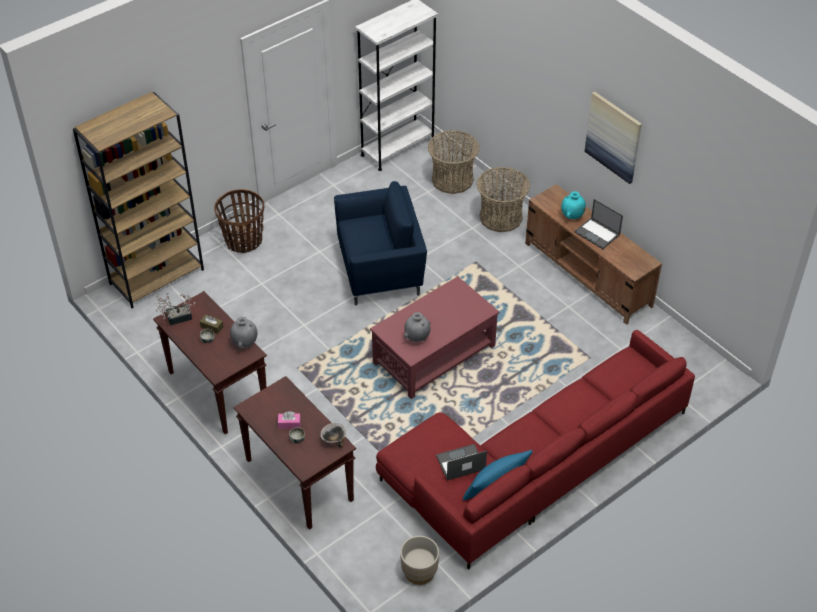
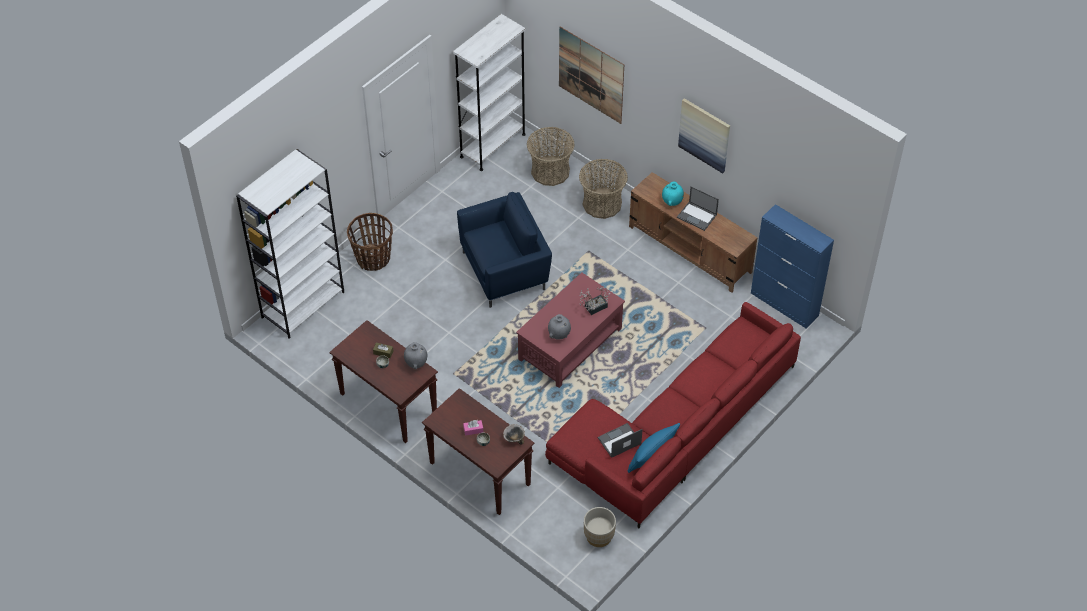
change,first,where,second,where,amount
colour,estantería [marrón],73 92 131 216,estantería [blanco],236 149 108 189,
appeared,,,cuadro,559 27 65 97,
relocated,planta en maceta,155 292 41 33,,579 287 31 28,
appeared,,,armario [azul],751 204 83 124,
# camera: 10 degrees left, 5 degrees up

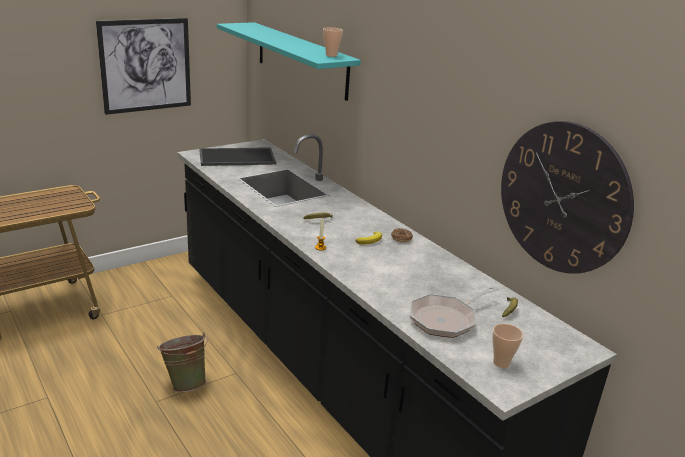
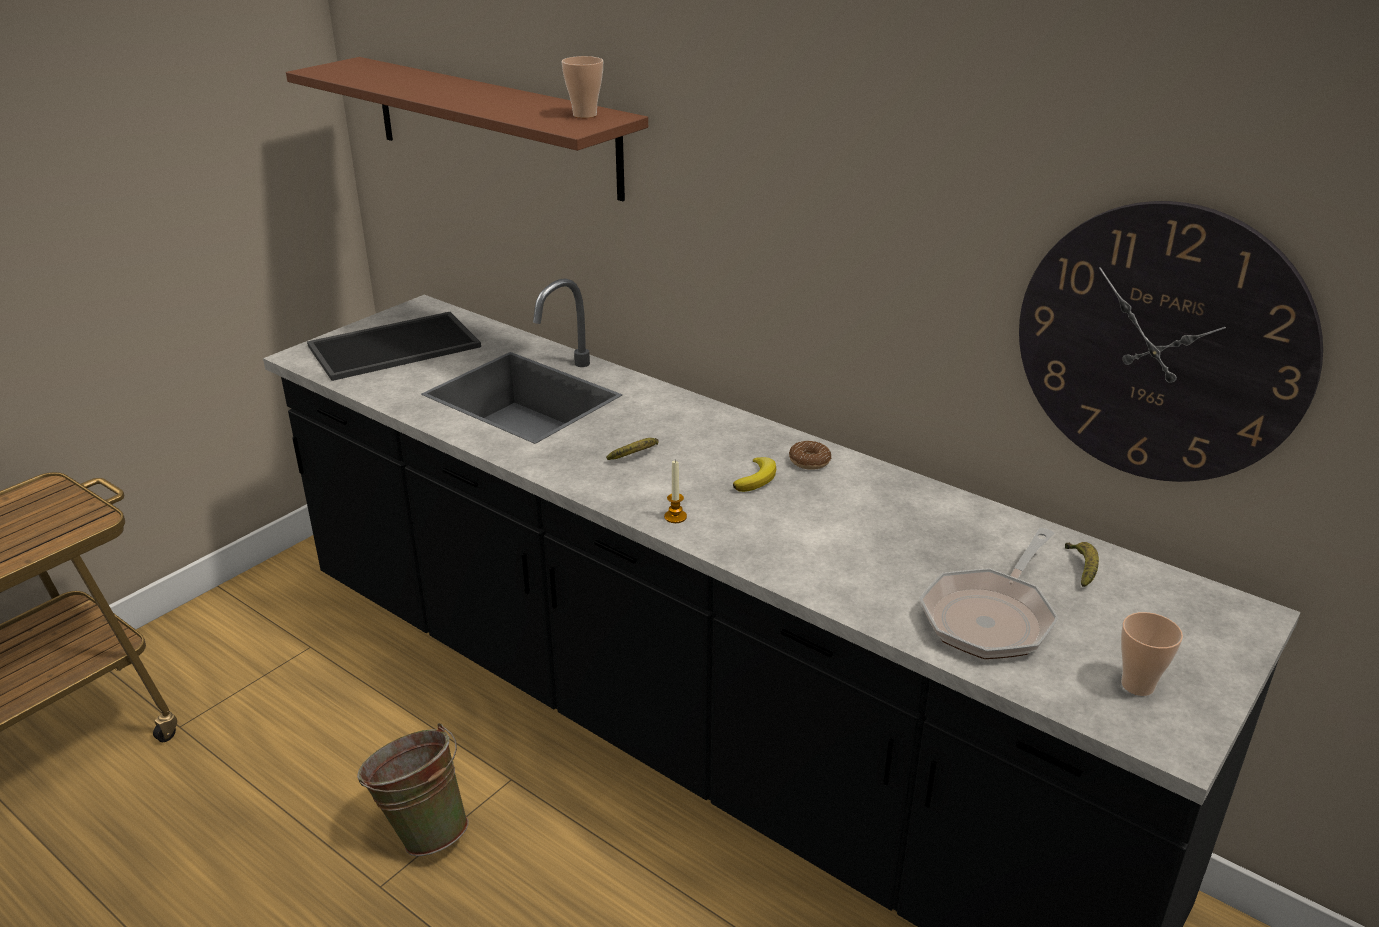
change,first,where,second,where,amount
colour,estante [turquesa],217 22 144 79,estante [marrón],286 57 362 144,
missing,cuadro,96 18 95 97,,,
# camera: 15 degrees left, 5 degrees up

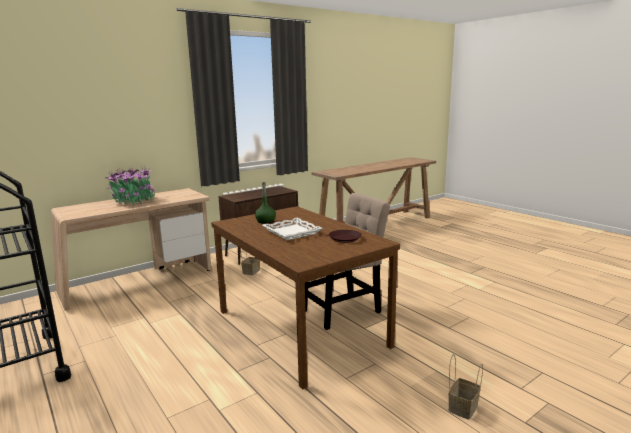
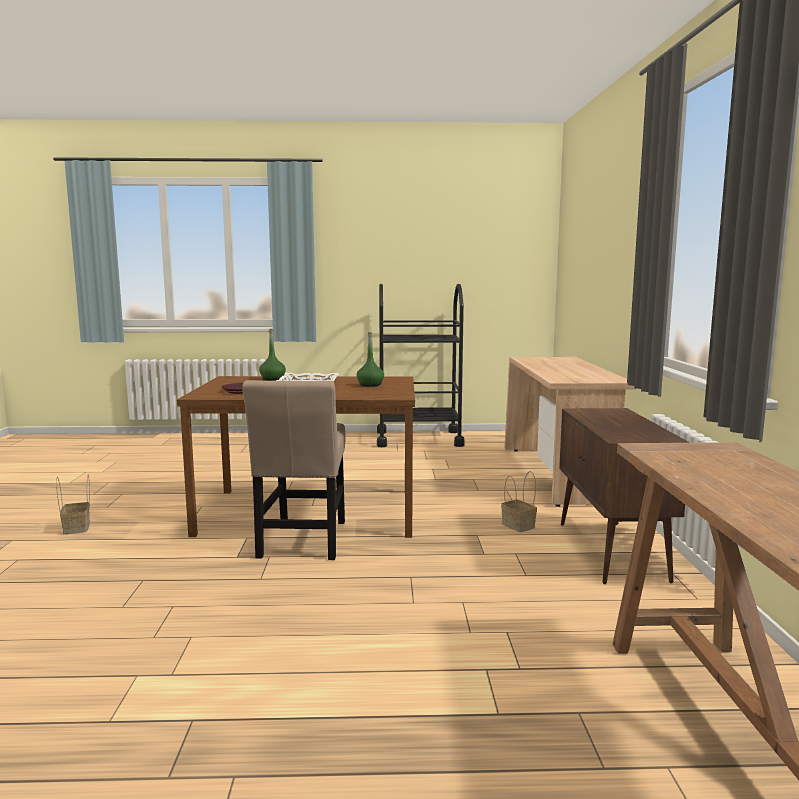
change,first,where,second,where,amount
appeared,,,botella [verde],259 329 27 51,
missing,planta en maceta,105 166 51 39,,,
# camera: 125 degrees right, 5 degrees down

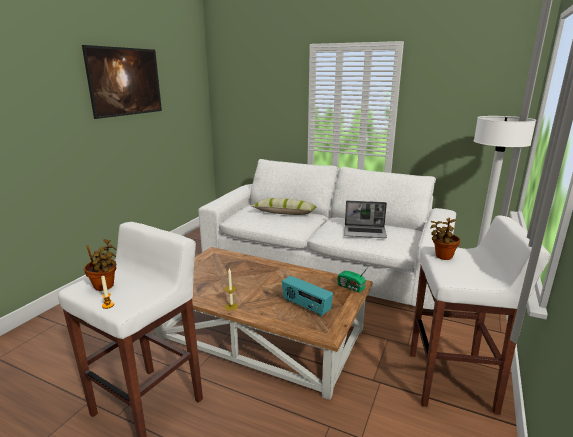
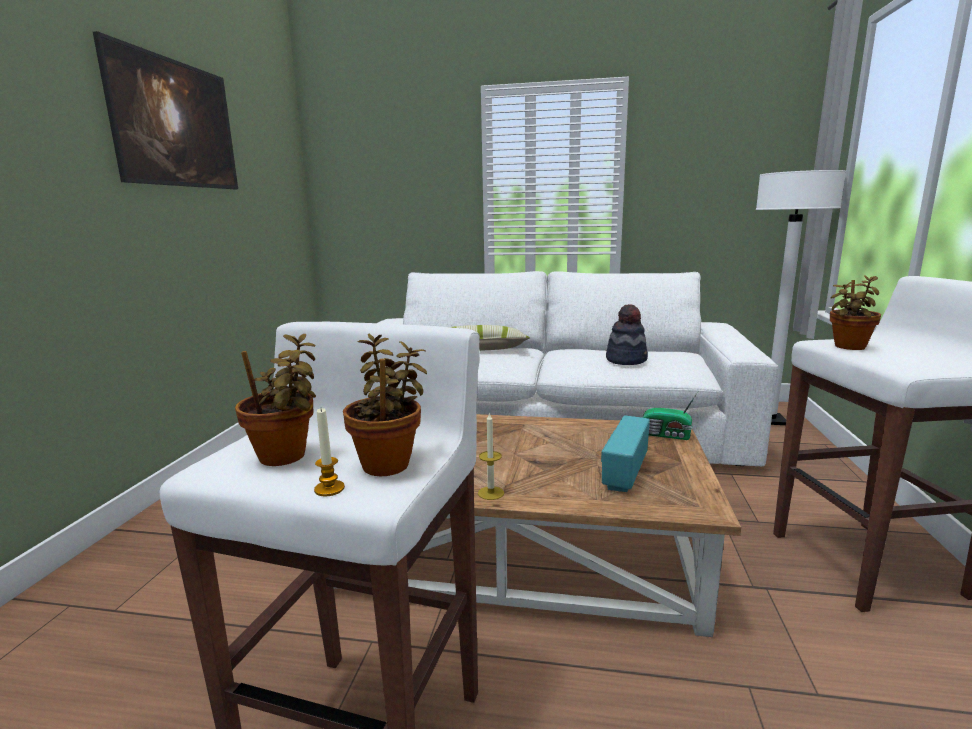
change,first,where,second,where,amount
appeared,,,planta en maceta,343 333 84 143,
spun,radio,282 276 51 41,,601 415 49 77,90 degrees clockwise
exchanged,portátil,345 201 42 37,sombrero,606 304 42 61,
# camera: 15 degrees left, 5 degrees down

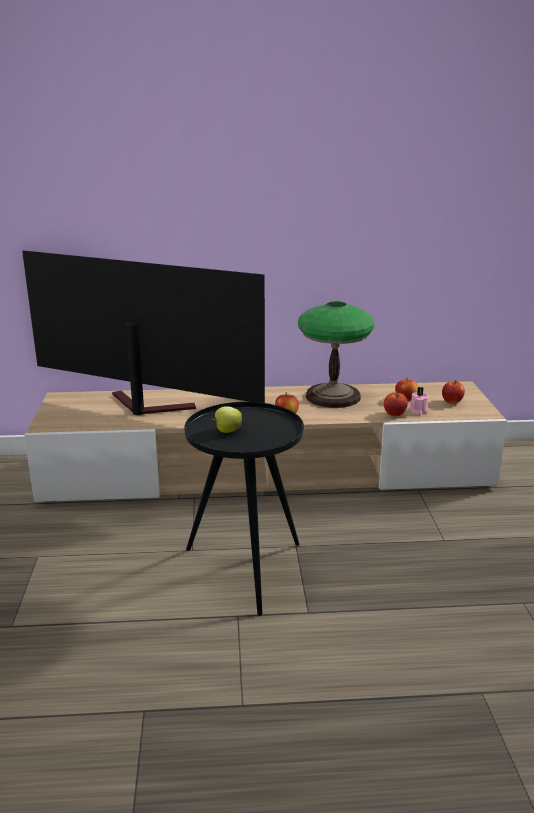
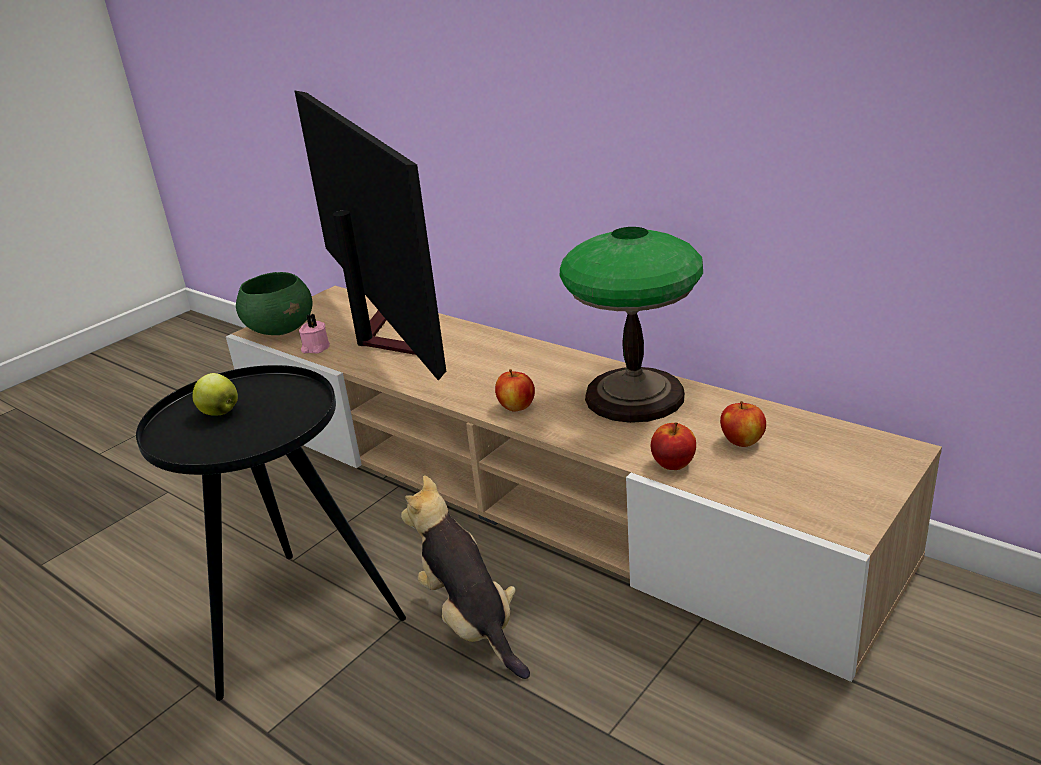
change,first,where,second,where,amount
appeared,,,cuenco [verde],236 272 76 63,
relocated,vela [rosa],409 387 20 28,,299 314 31 40,
appeared,,,peluche,401 475 129 204,
missing,manzana,442 380 23 24,,,
# camera: 45 degrees right, 5 degrees up

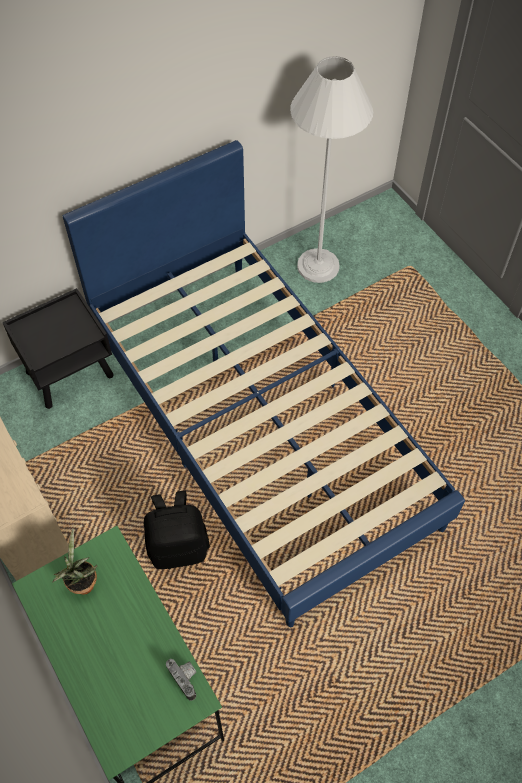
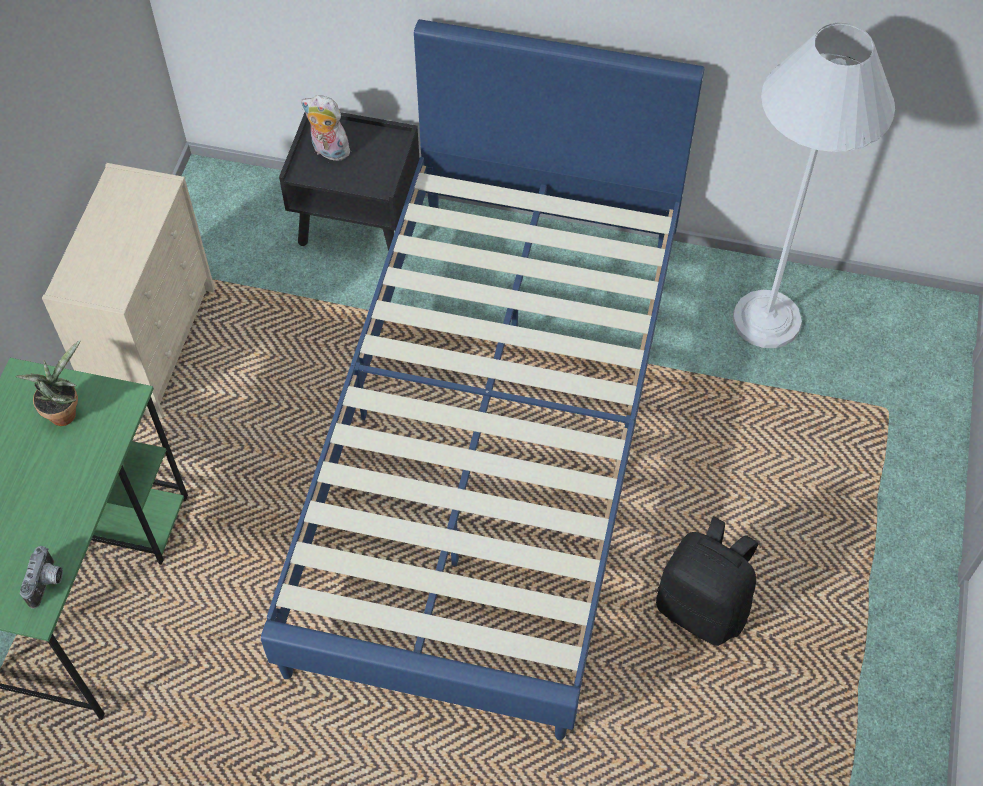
change,first,where,second,where,amount
appeared,,,peluche,301 95 49 66,
relocated,mochila [negro],144 491 66 78,,656 517 102 129,
# camera: 45 degrees right, 0 degrees up

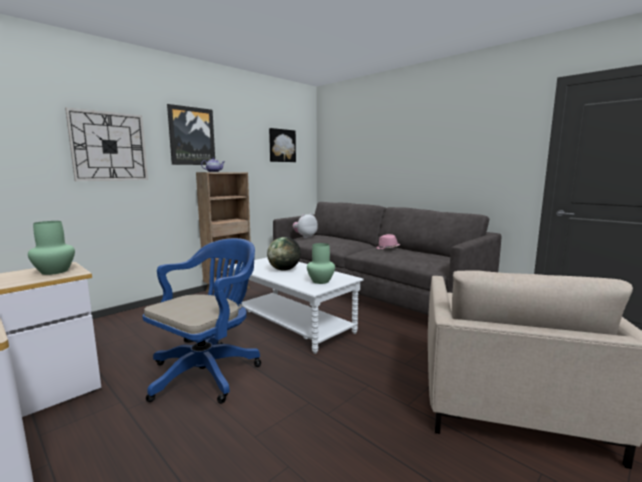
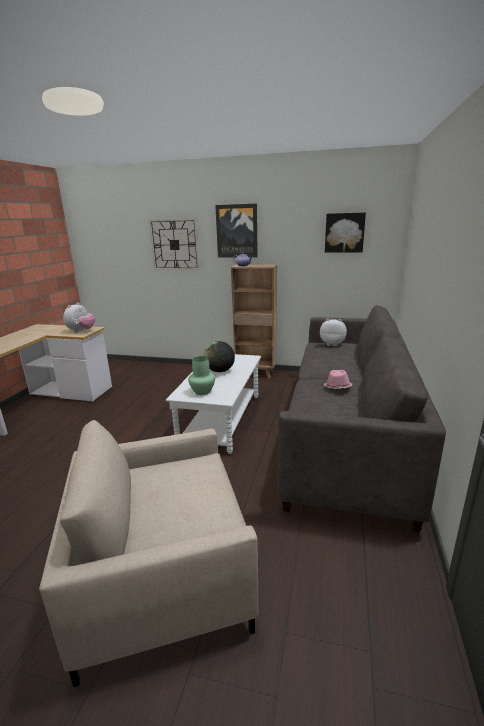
change,first,where,second,where,amount
exchanged,florero [verde],28 221 47 54,peluche,63 303 32 29,
missing,silla de oficina [azul],142 238 119 166,,,
# camera: 60 degrees right, 10 degrees up

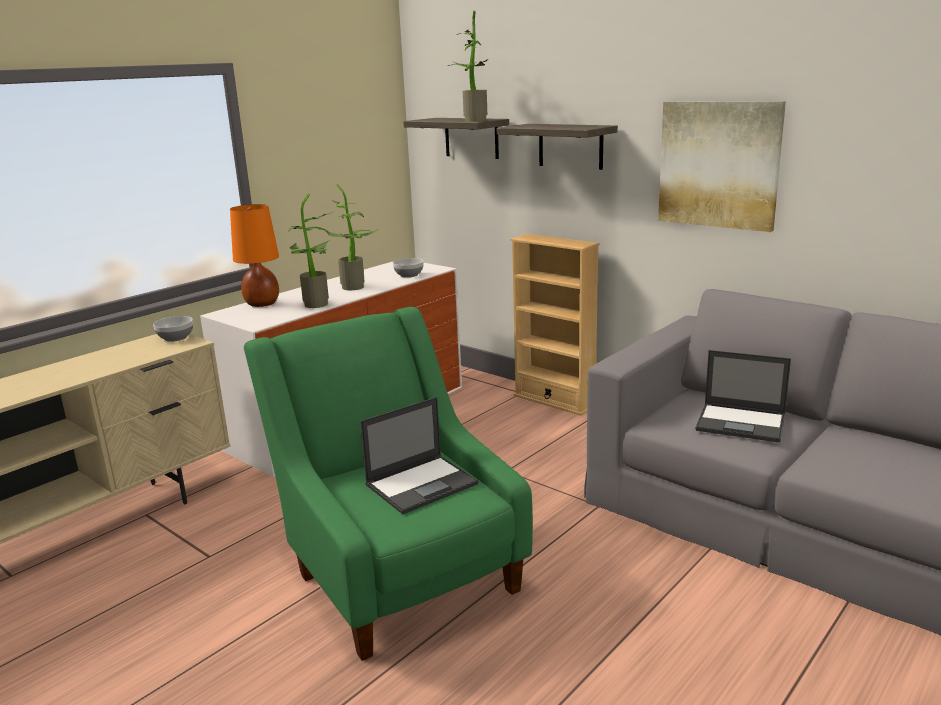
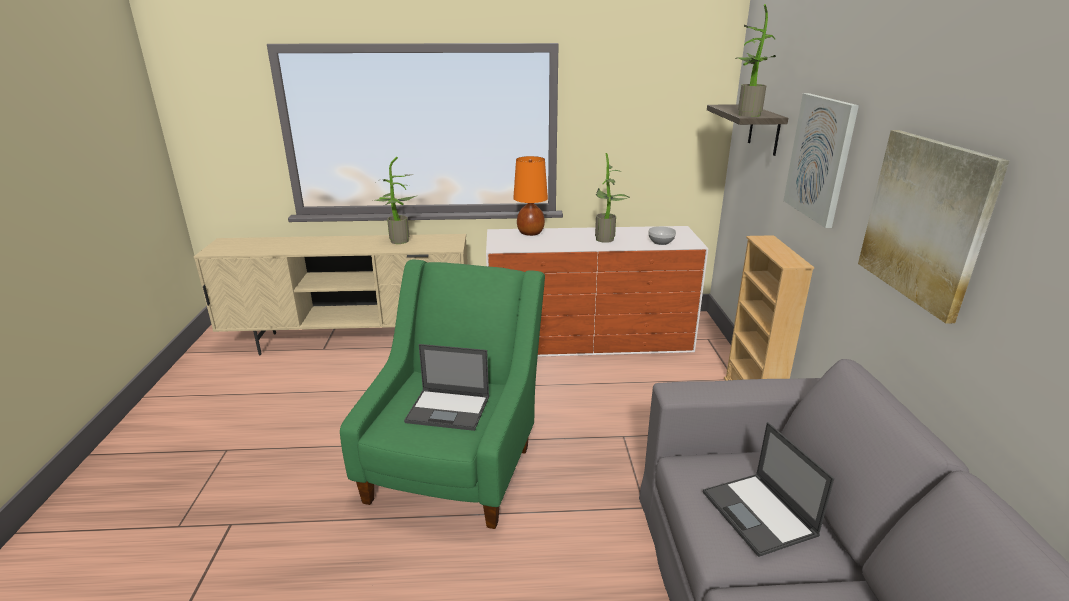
change,first,where,second,where,amount
relocated,planta en maceta,289 194 45 114,,375 157 43 87,
exchanged,estante,497 124 121 46,cuadro,783 93 76 135,
missing,cuenco,153 316 40 26,,,
# camera: 45 degrees right, 5 degrees up

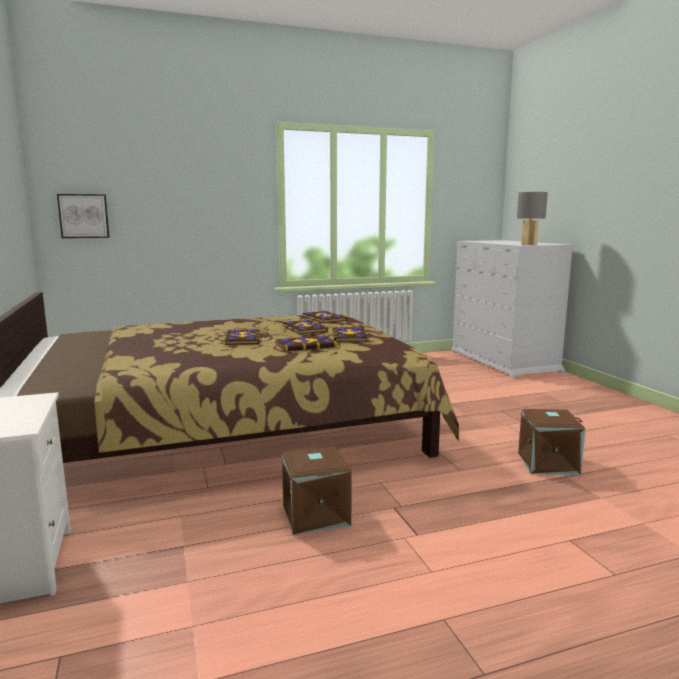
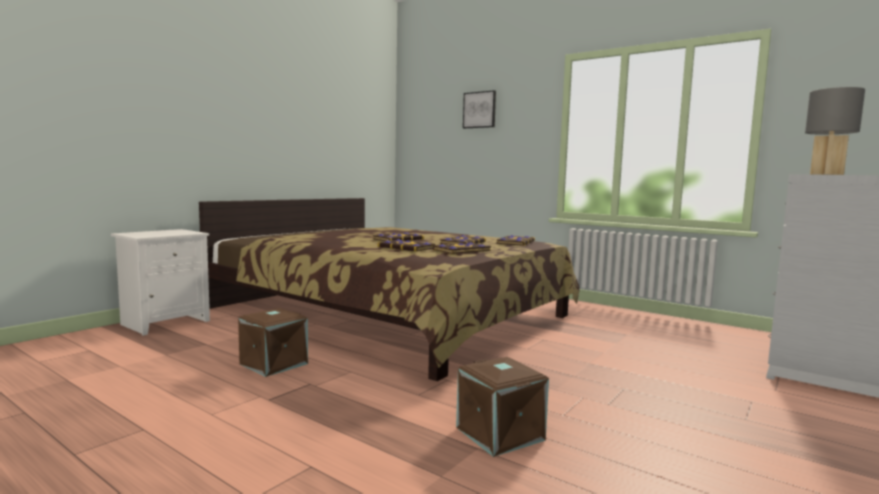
change,first,where,second,where,amount
relocated,cuadro,57 194 53 44,,463 90 33 38,
# camera: 55 degrees right, 5 degrees down

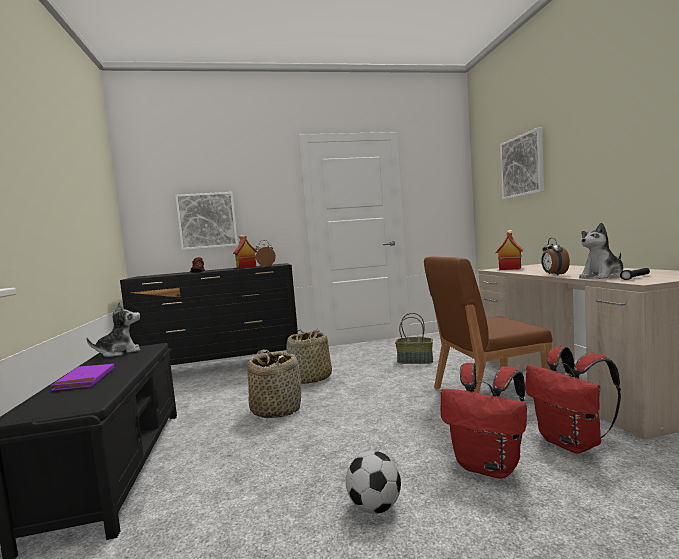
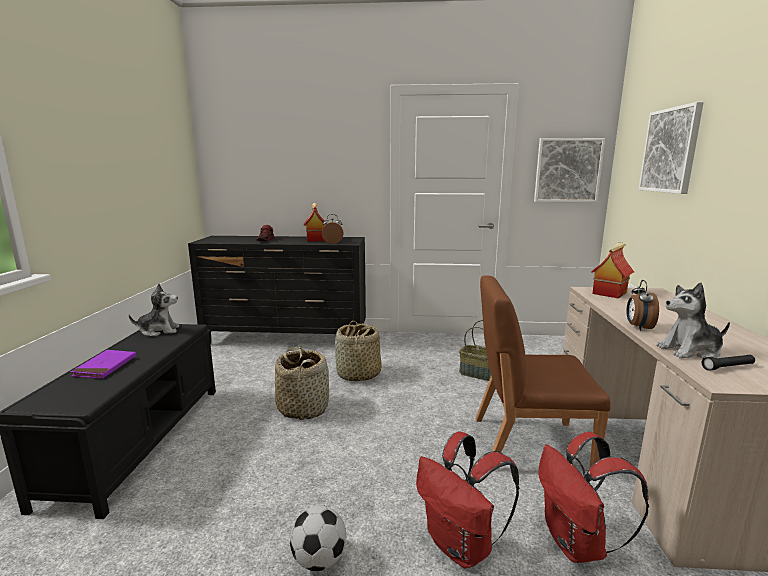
change,first,where,second,where,amount
relocated,cuadro,175 192 63 58,,534 138 71 64,
# camera: 15 degrees right, 10 degrees up

